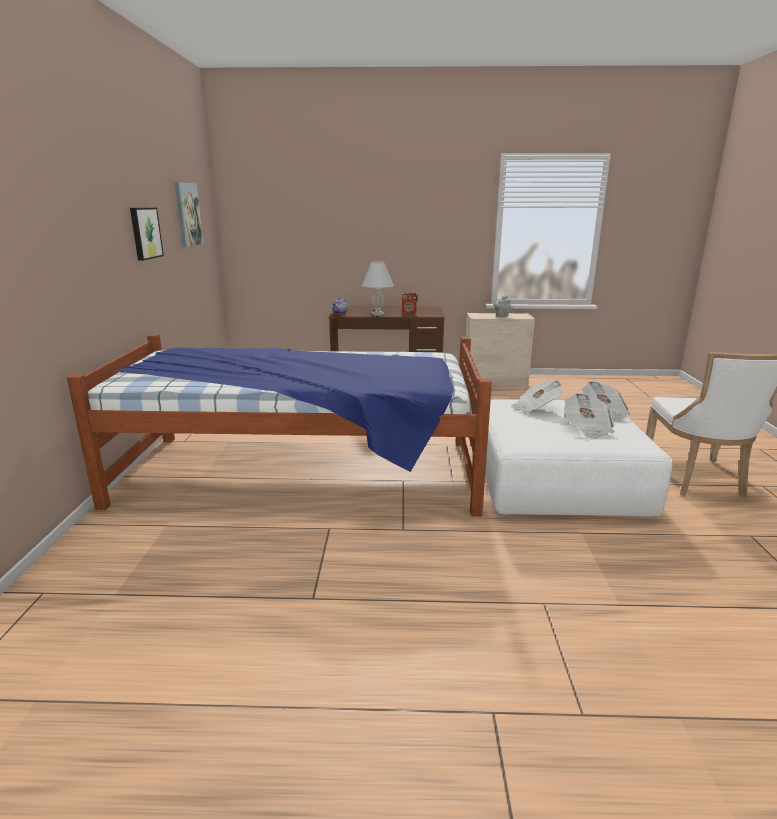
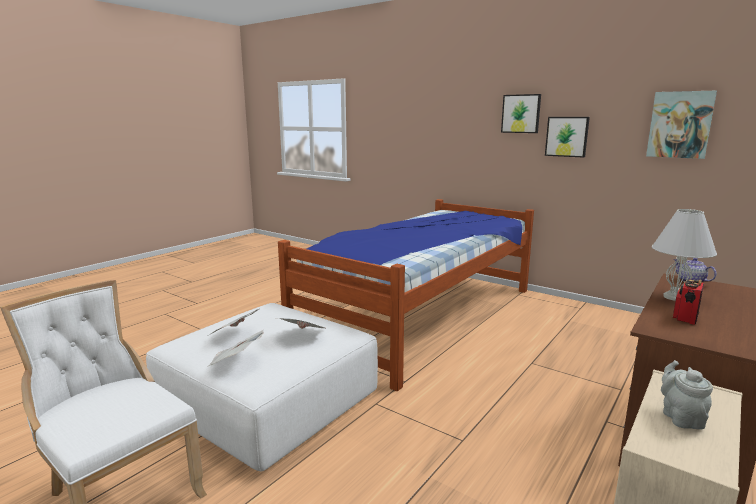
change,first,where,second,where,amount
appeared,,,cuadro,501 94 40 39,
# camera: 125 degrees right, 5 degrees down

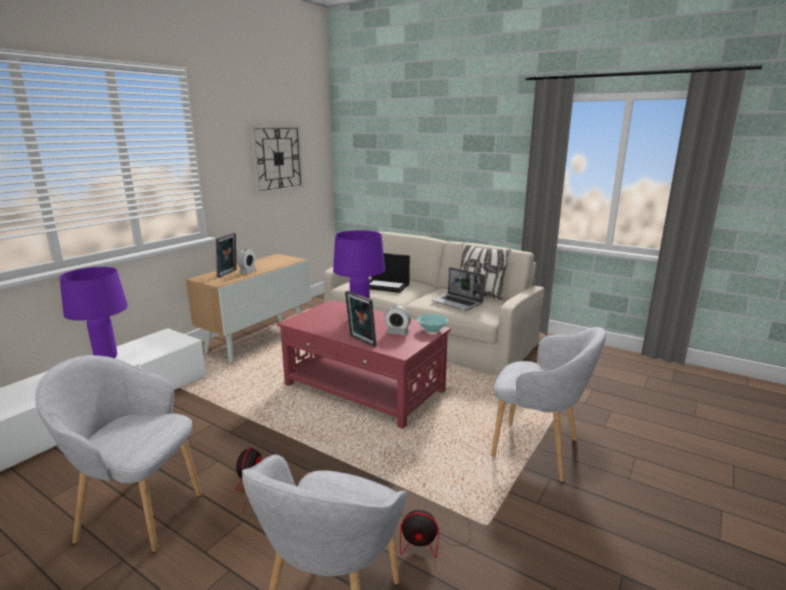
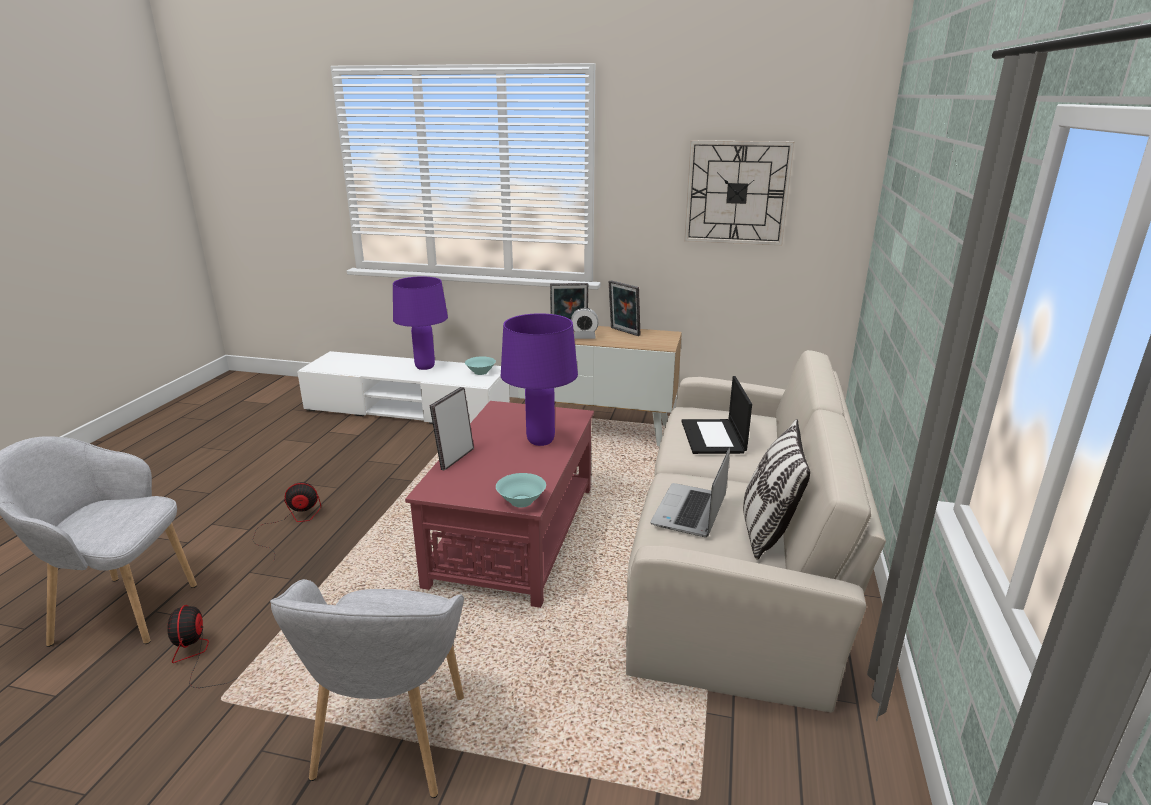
change,first,where,second,where,amount
appeared,,,cuenco [turquesa],465 357 31 18,
appeared,,,portarretratos,609 280 31 56,
missing,sillón [gris],35 355 167 198,,,
missing,despertador,385 306 26 30,,,
# camera: 70 degrees right, 5 degrees up

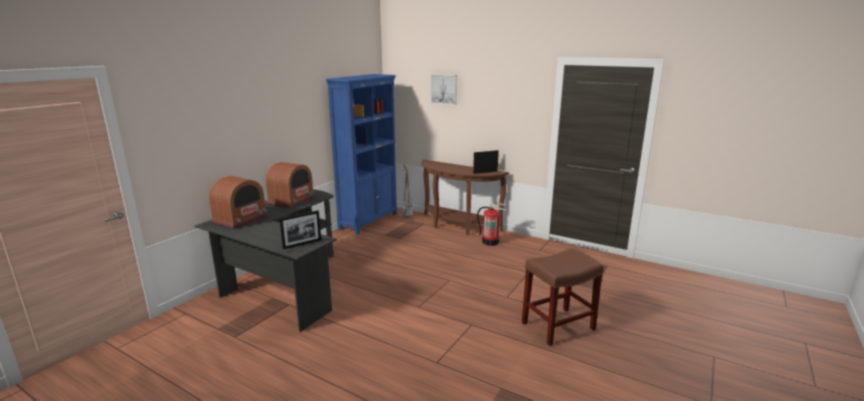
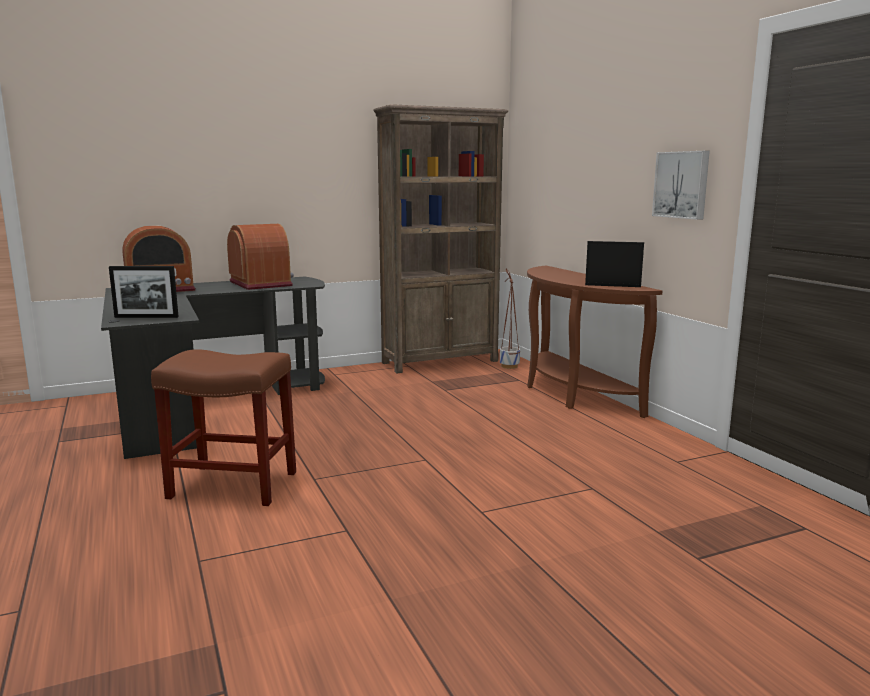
change,first,where,second,where,amount
relocated,taburete [marrón],522 249 82 97,,151 349 145 157,
spun,radio,266 162 49 46,,227 224 67 66,90 degrees counterclockwise
colour,estantería [azul],326 74 71 161,estantería [marrón],373 104 135 269,
relocated,cuadro,431 74 26 31,,652 151 58 69,
missing,extintor,477 203 31 43,,,
# camera: 35 degrees right, 5 degrees down

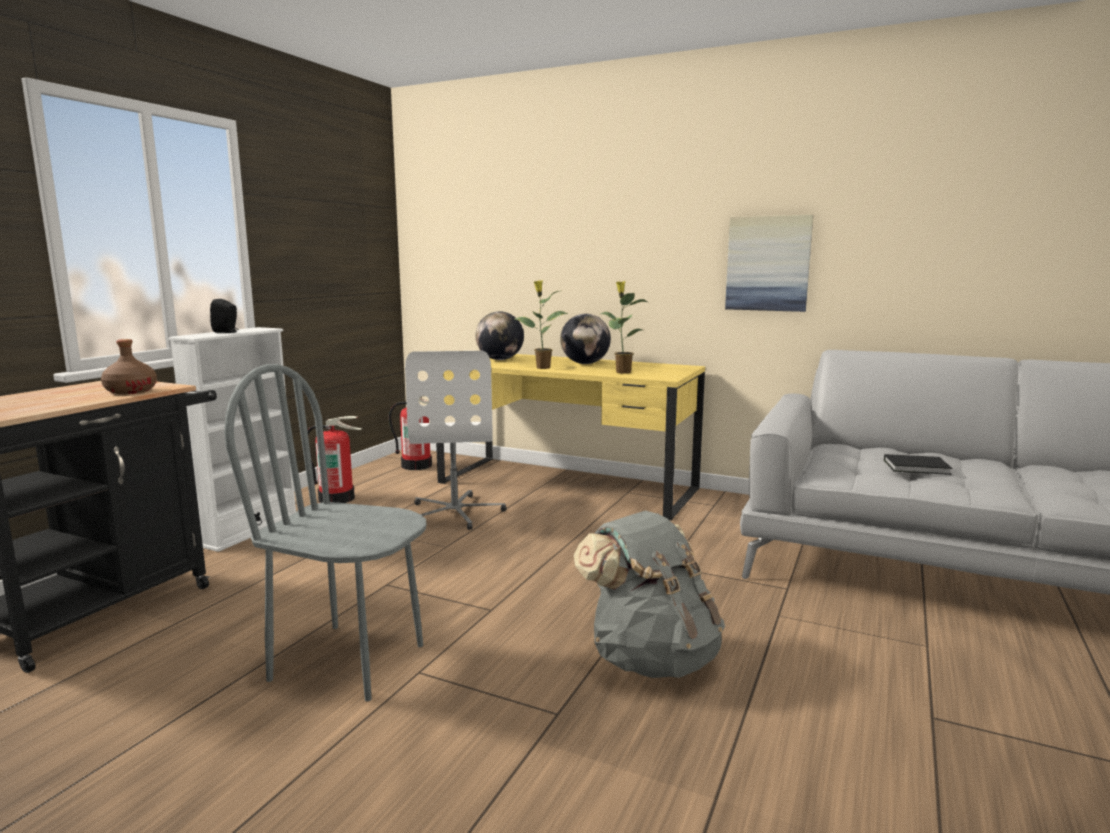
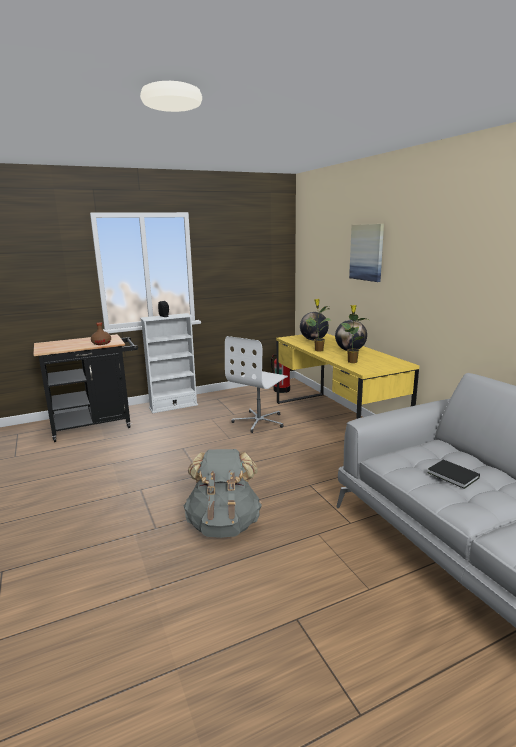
change,first,where,second,where,amount
relocated,cuadro,725 215 88 97,,349 224 35 58,
missing,silla [gris],224 364 202 337,,,
missing,extintor,307 416 56 87,,,
# camera: 40 degrees right, 5 degrees up

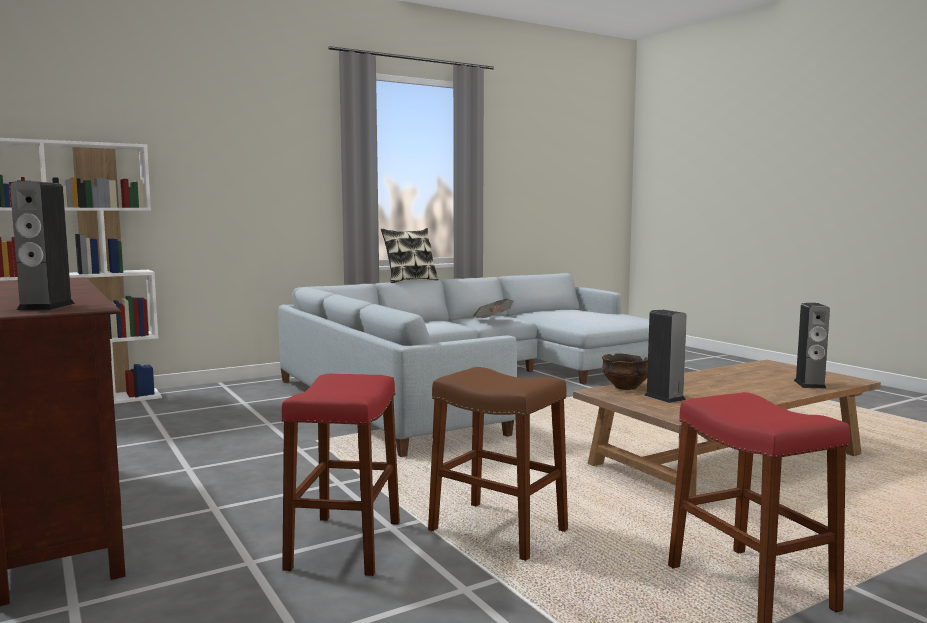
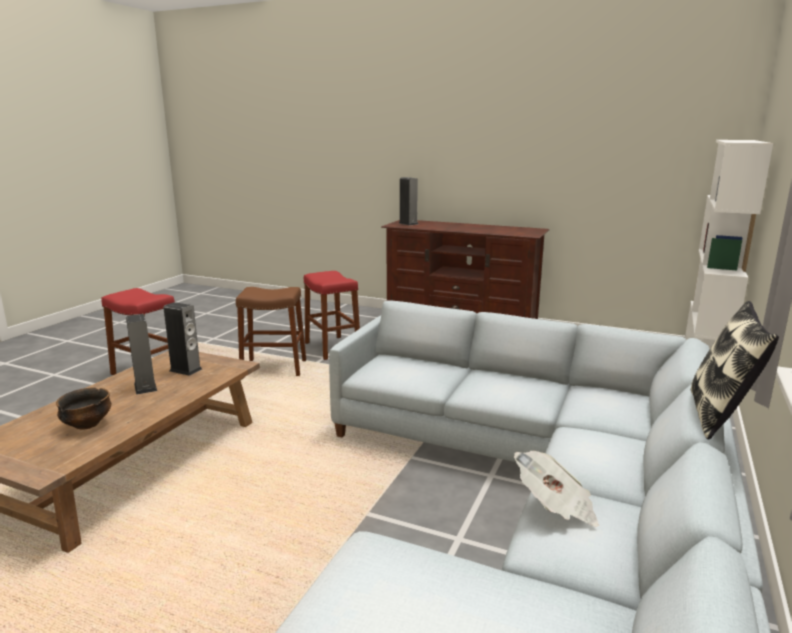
change,first,where,second,where,amount
relocated,cuenco,602 353 46 37,,56 387 56 43,
relocated,altavoz,794 303 36 86,,126 314 31 81,
# camera: 145 degrees right, 10 degrees up

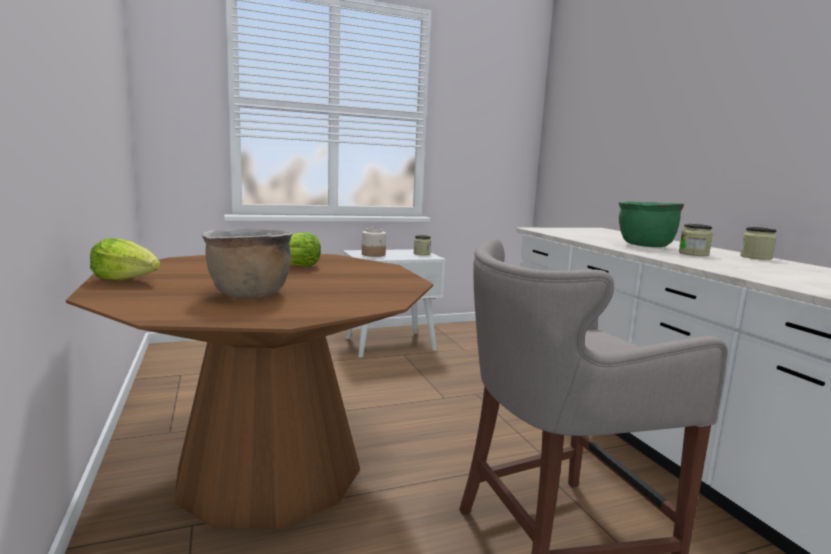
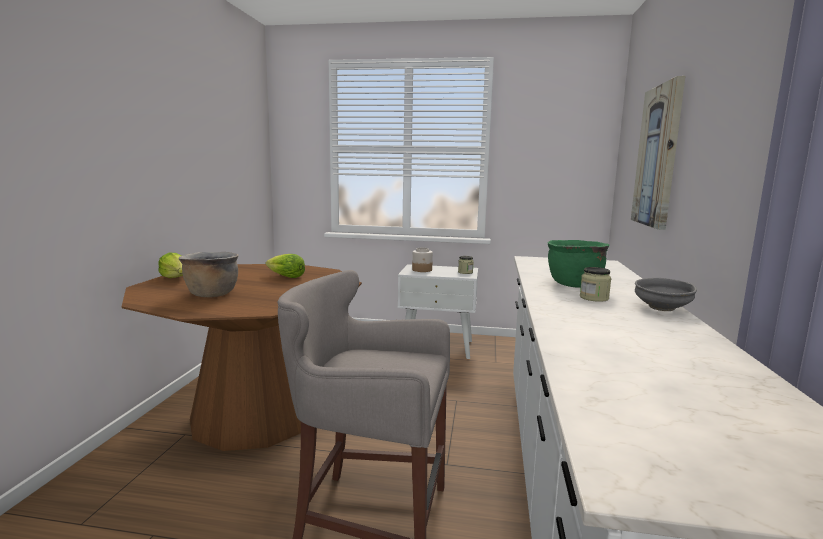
change,first,where,second,where,amount
appeared,,,cuadro,631 76 54 154,
exchanged,tarro,740 227 37 33,cuenco [gris],635 278 62 33,
# camera: 30 degrees right, 0 degrees up

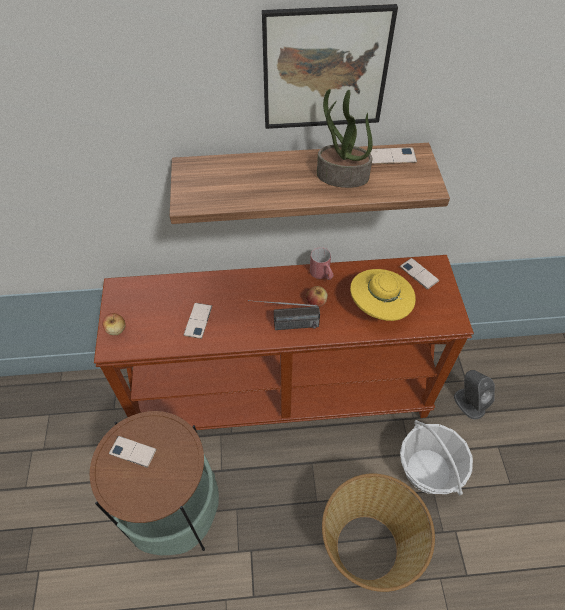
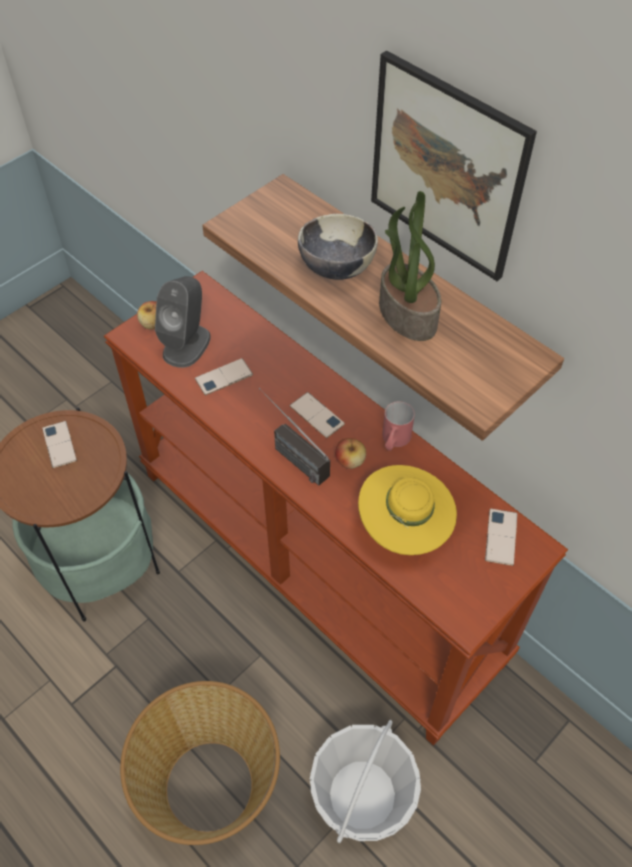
change,first,where,second,where,amount
relocated,altavoz [gris],454 370 41 49,,155 276 56 92,
relocated,móvil,370 147 47 17,,290 392 55 46,
appeared,,,cuenco,298 214 80 66,
# camera: 50 degrees right, 0 degrees up

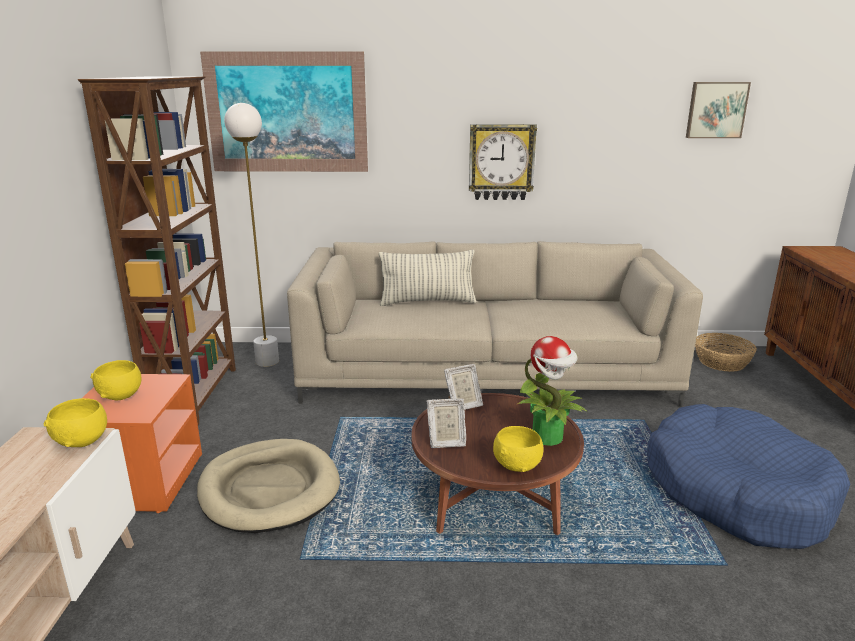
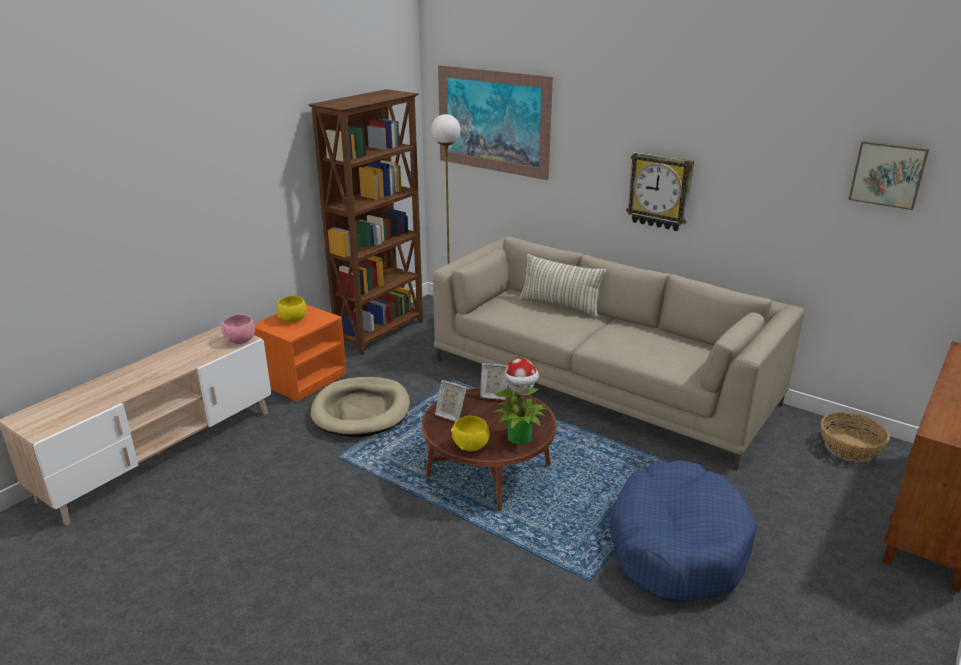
change,first,where,second,where,amount
colour,cuenco [amarillo],44 398 63 49,cuenco [rosa],221 315 34 29,
# camera: 35 degrees right, 5 degrees up

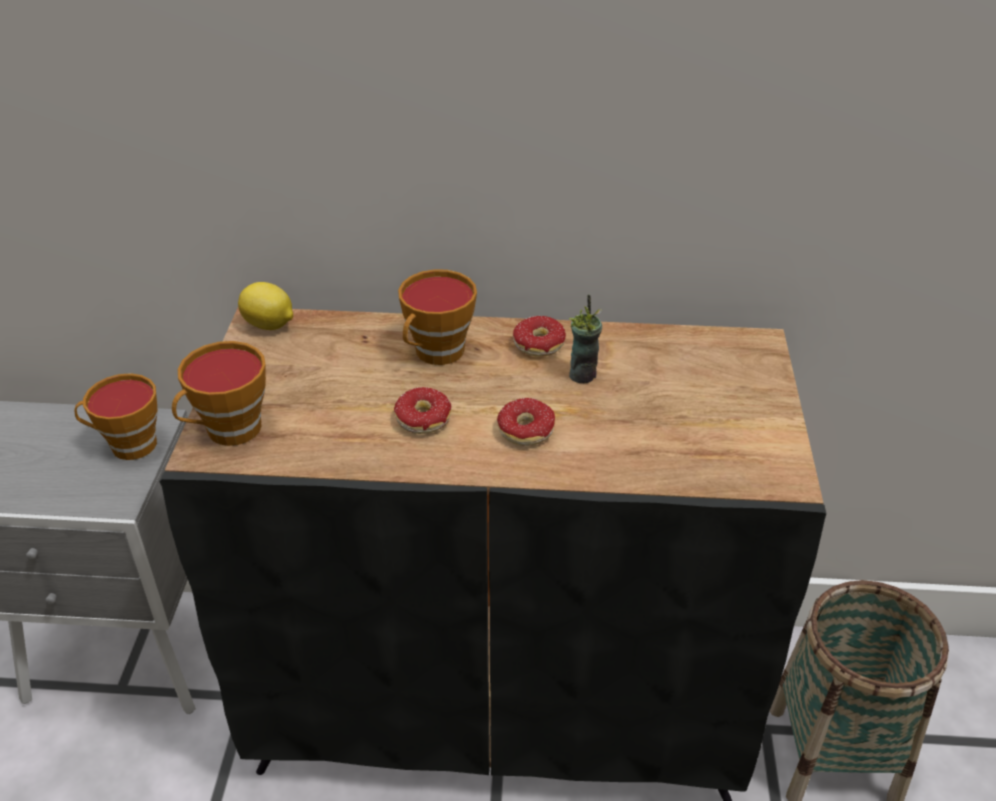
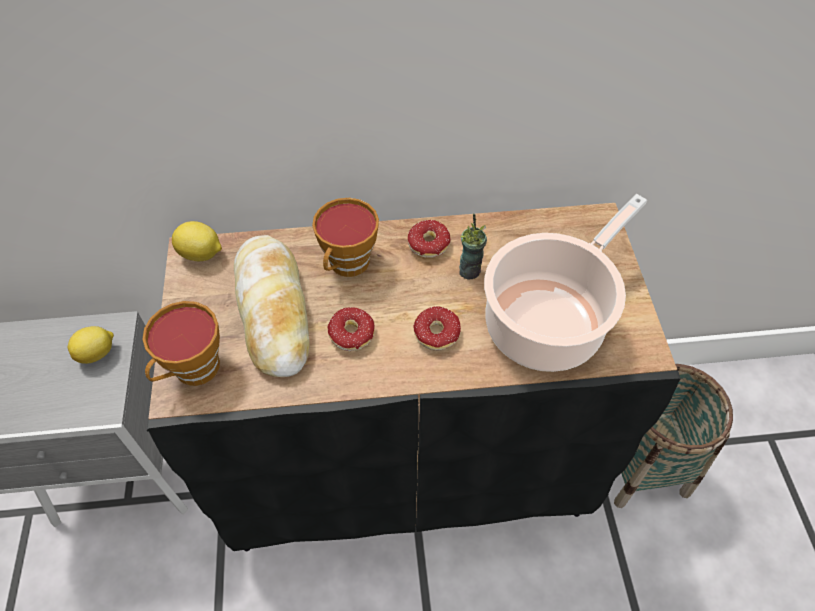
change,first,where,second,where,amount
exchanged,taza,75 373 82 87,limón,68 326 46 38,
appeared,,,pan,234 235 76 142,
appeared,,,olla,484 194 163 178,
# camera: 10 degrees left, 15 degrees up

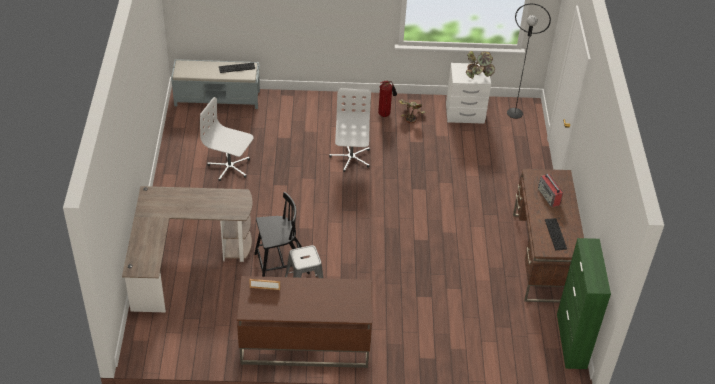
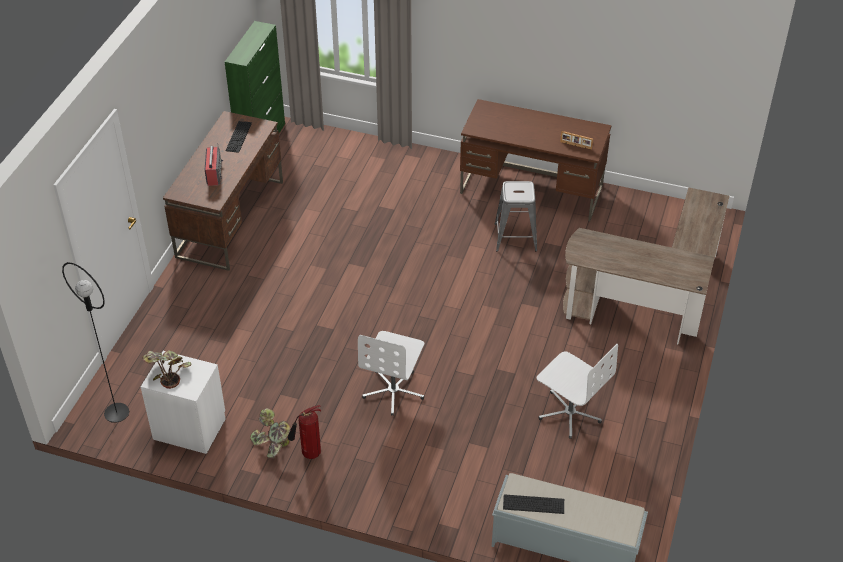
change,first,where,second,where,amount
missing,silla [negro],254 192 56 85,,,
# camera: 160 degrees left, 0 degrees up

